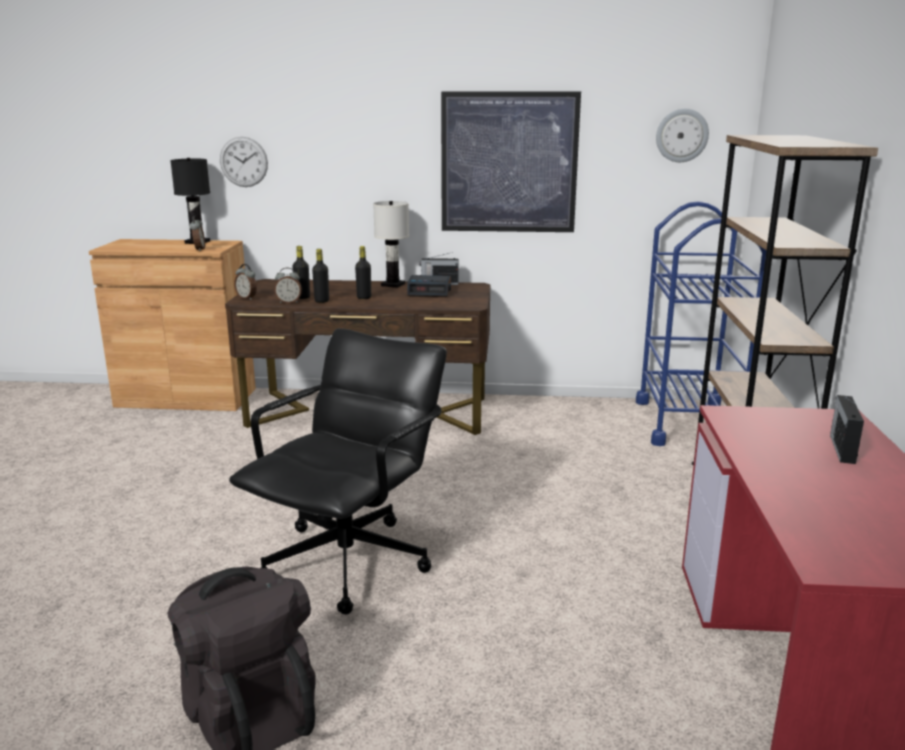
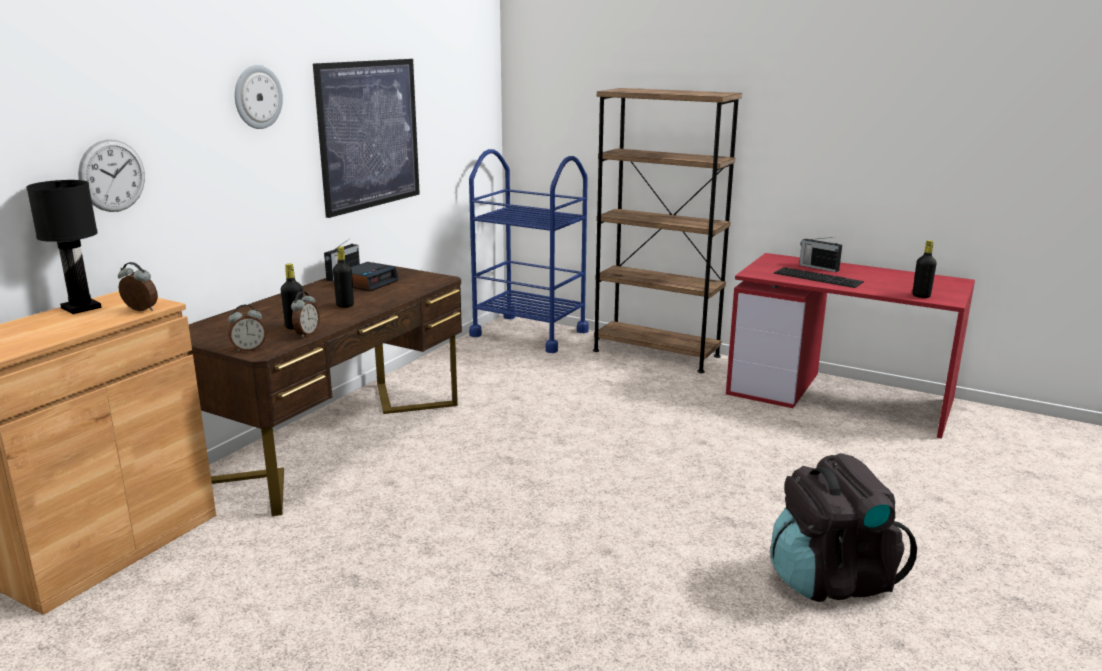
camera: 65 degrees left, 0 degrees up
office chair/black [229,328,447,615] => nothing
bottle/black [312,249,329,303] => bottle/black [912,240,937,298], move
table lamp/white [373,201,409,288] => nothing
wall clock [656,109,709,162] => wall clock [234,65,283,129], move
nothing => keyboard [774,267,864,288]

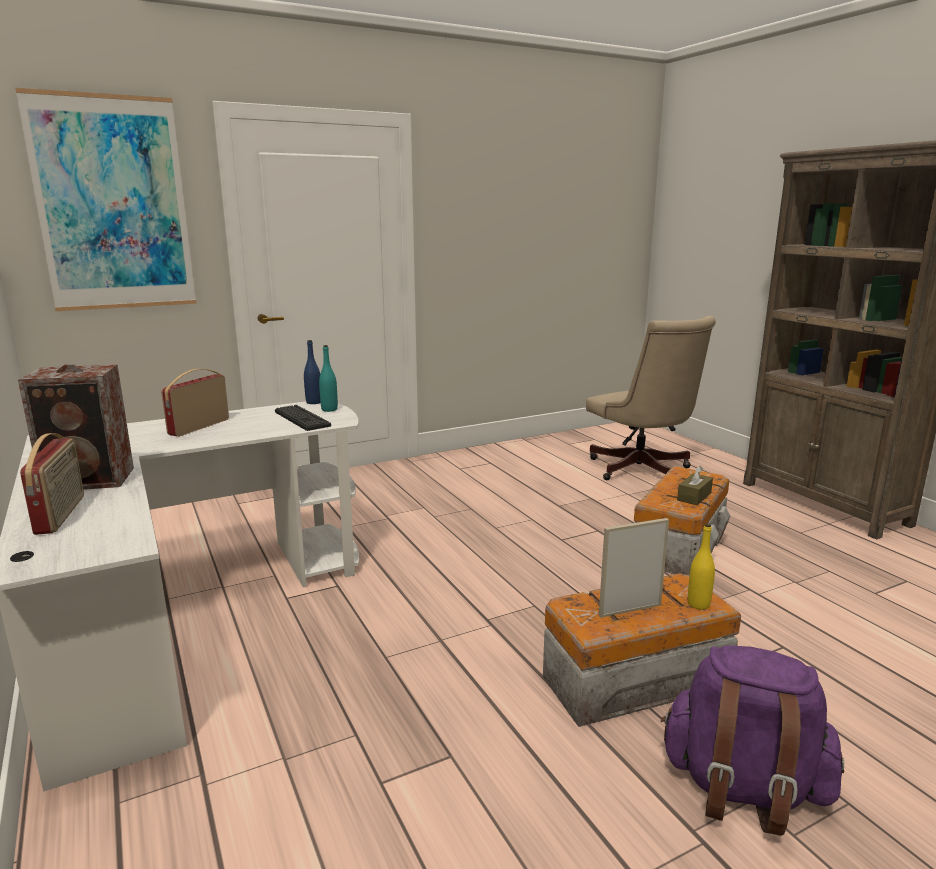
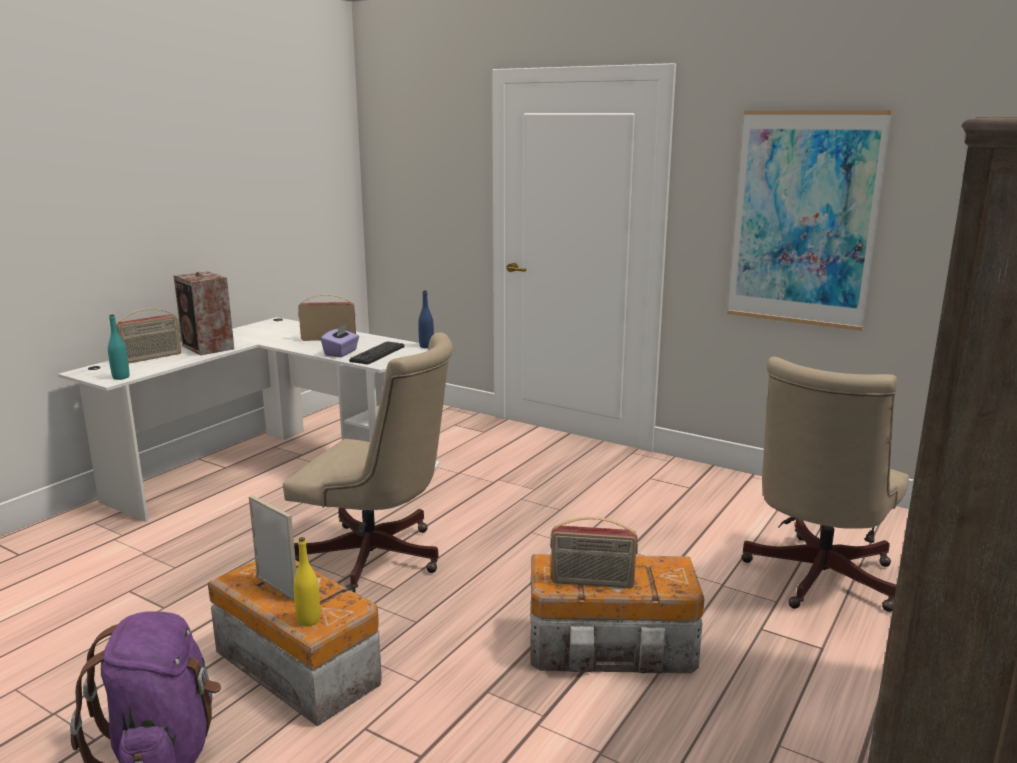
camera: 60 degrees right, 0 degrees up
picture [15,88,196,311] => picture [727,110,893,331], move
bottle/turquoise [319,345,338,412] => bottle/turquoise [108,314,130,380], move
tissue box/brown [677,466,713,505] => radio [550,517,638,588]
nothing => office chair/beige [283,332,453,592]
nothing => tissue box/purple [321,324,359,357]

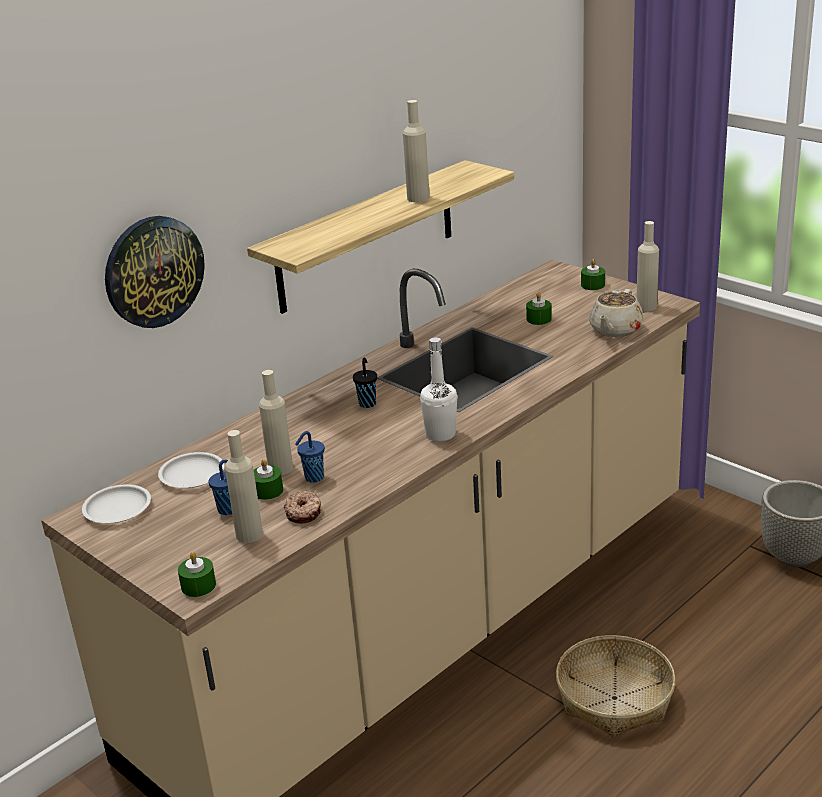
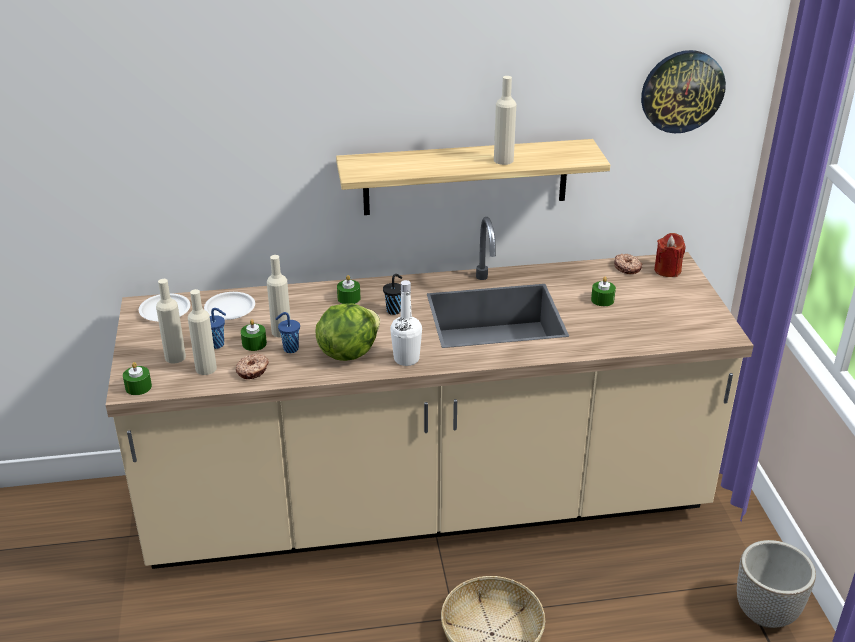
camera: 35 degrees right, 5 degrees up
wall clock [105,216,205,328] => wall clock [641,50,726,133], move
candle/green [581,259,605,290] => candle/green [337,275,361,304], move
teapot/beige [589,289,644,337] => nothing
bottle/beige [636,221,659,311] => bottle/beige [156,279,186,363], move
nothing => lettuce [315,303,380,361]
nothing => donut [614,254,642,274]
nothing => candle/red [654,233,685,277]

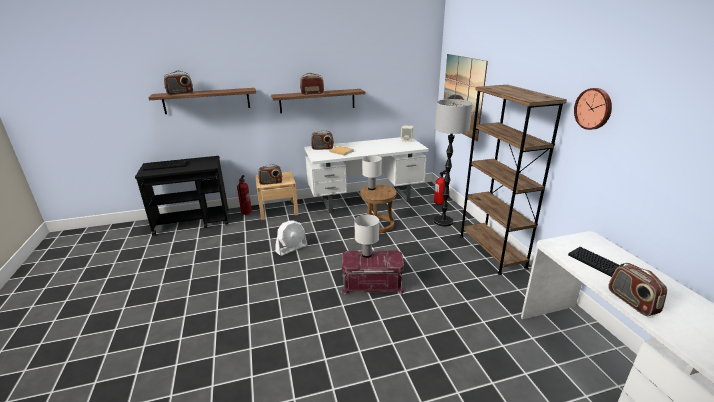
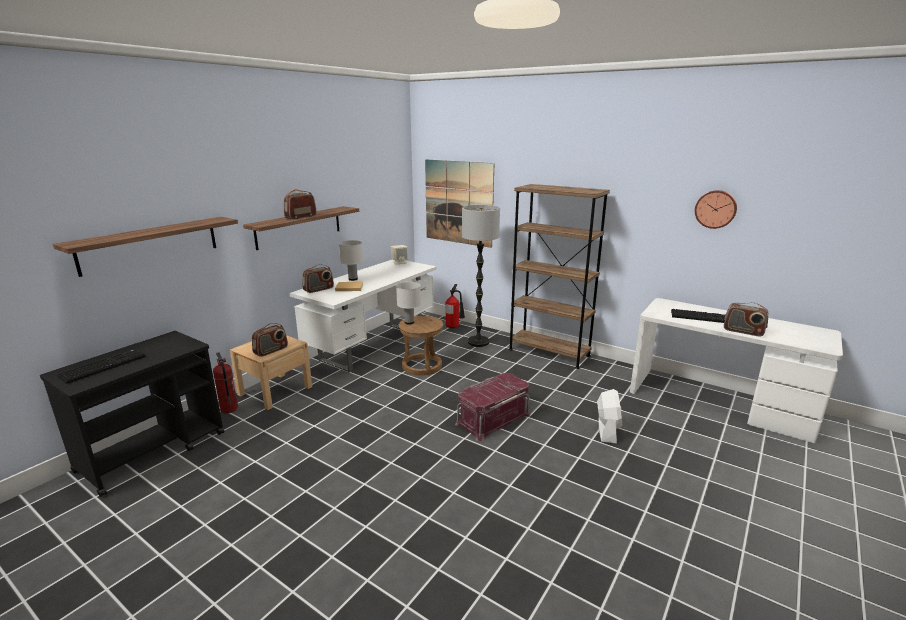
camera: 40 degrees left, 5 degrees down
radio [164,71,193,95] => nothing
fan/white [275,220,308,256] => fan/white [597,389,623,444], move
table lamp/white [354,214,379,258] => table lamp/white [339,240,363,281], move
wall clock [574,88,612,130] => wall clock [695,190,737,229], move

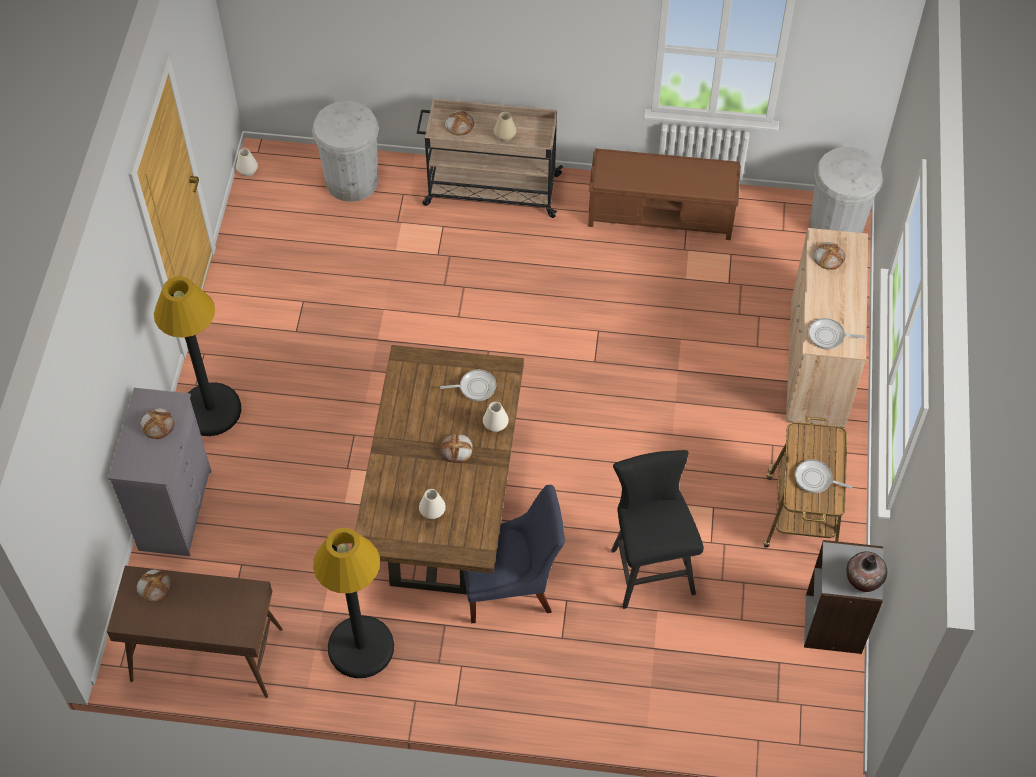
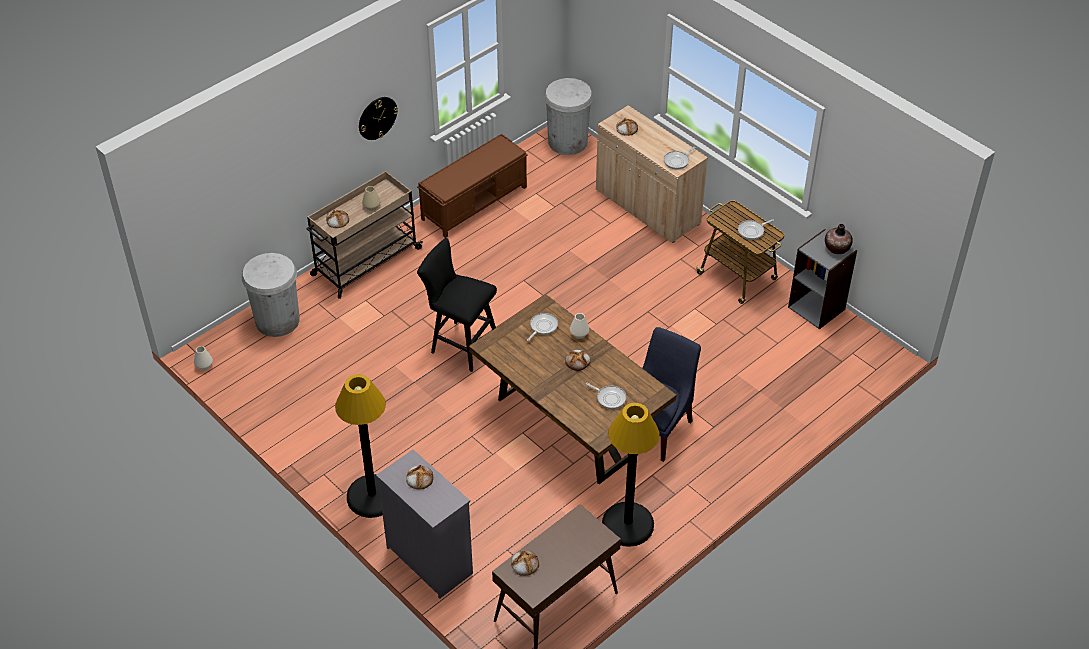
camera: 50 degrees left, 10 degrees down
vase/white [419,489,446,519] => frying pan [586,383,626,409]
stool/black [611,450,704,609] => stool/black [417,238,497,372], move
nothing => wall clock [359,97,398,140]

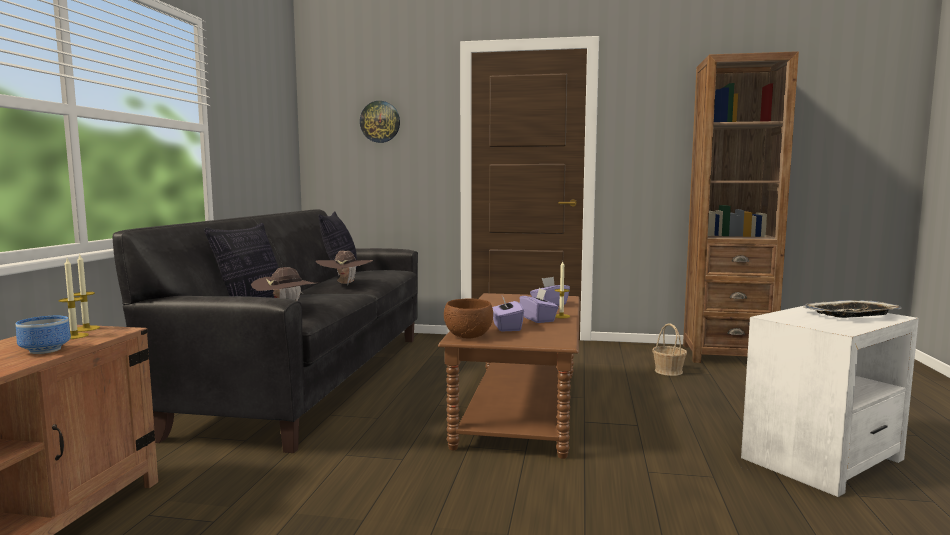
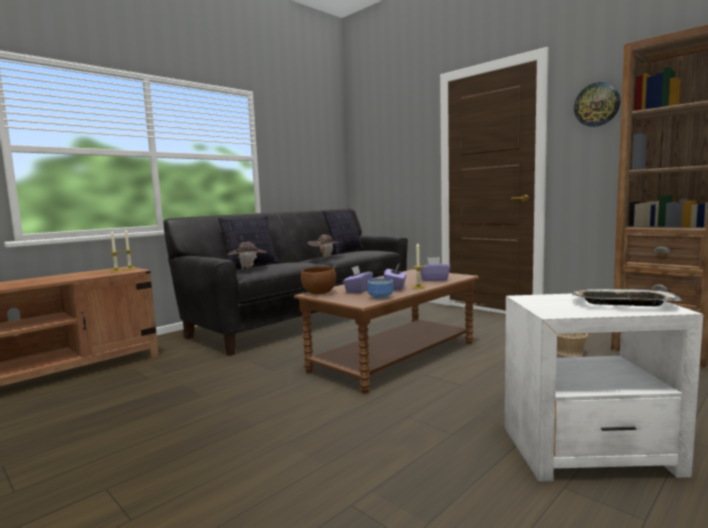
camera: 35 degrees right, 0 degrees up
bowl [16,316,71,354] => bowl [368,278,393,299], move
wall clock [360,101,400,143] => wall clock [574,82,620,127], move

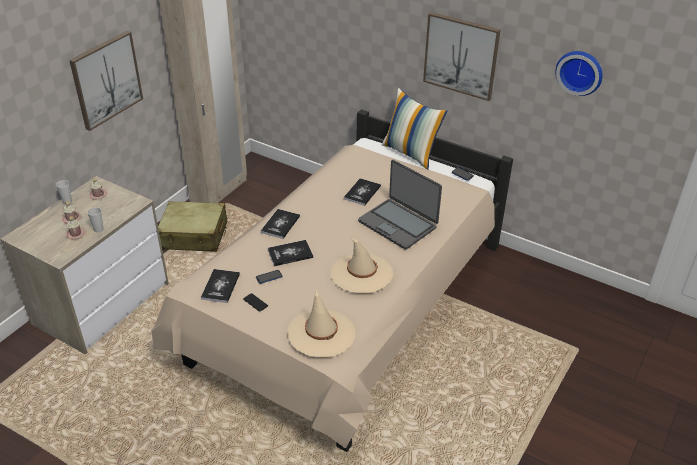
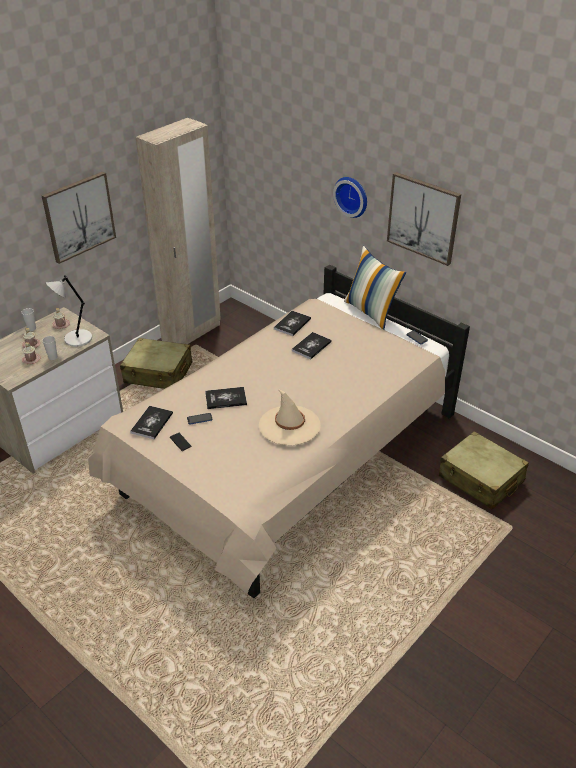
camera: 10 degrees right, 0 degrees up
book [261,209,300,239] => book [274,311,311,336], move
hat/beige [287,289,356,358] => nothing
laptop [358,160,442,249] => nothing
wall clock [555,51,603,96] => wall clock [333,177,367,218], move
nothing => table lamp/grey [46,275,92,347]
nothing => suitcase/beige [439,431,529,509]

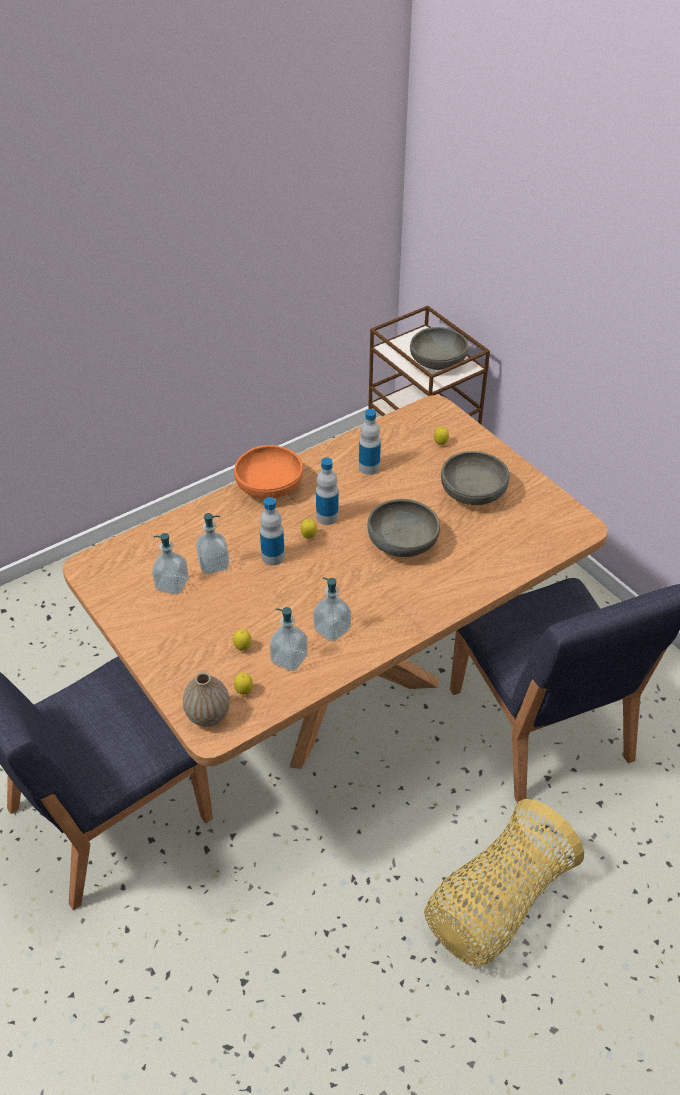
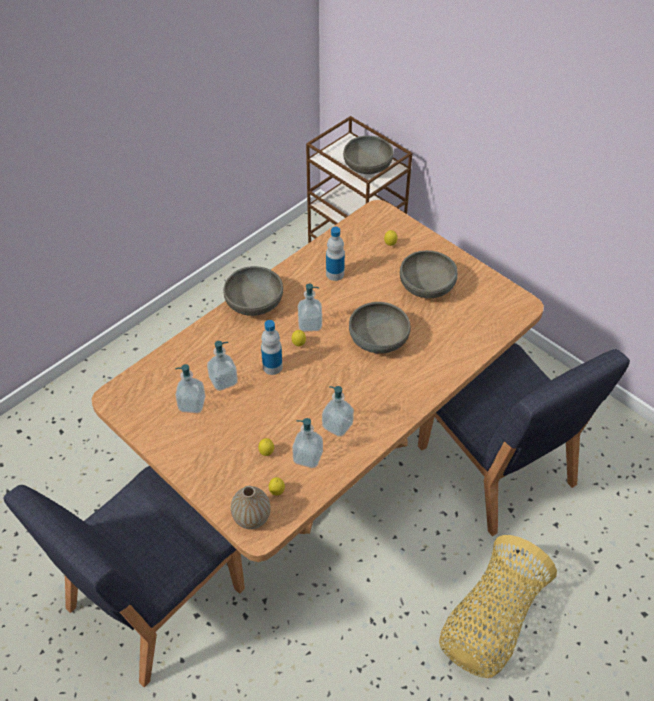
camera: 10 degrees left, 5 degrees up
bowl/orange [234,445,303,499] => bowl/grey [223,266,283,316]
bottle [316,458,339,525] => soap dispenser [298,284,322,332]

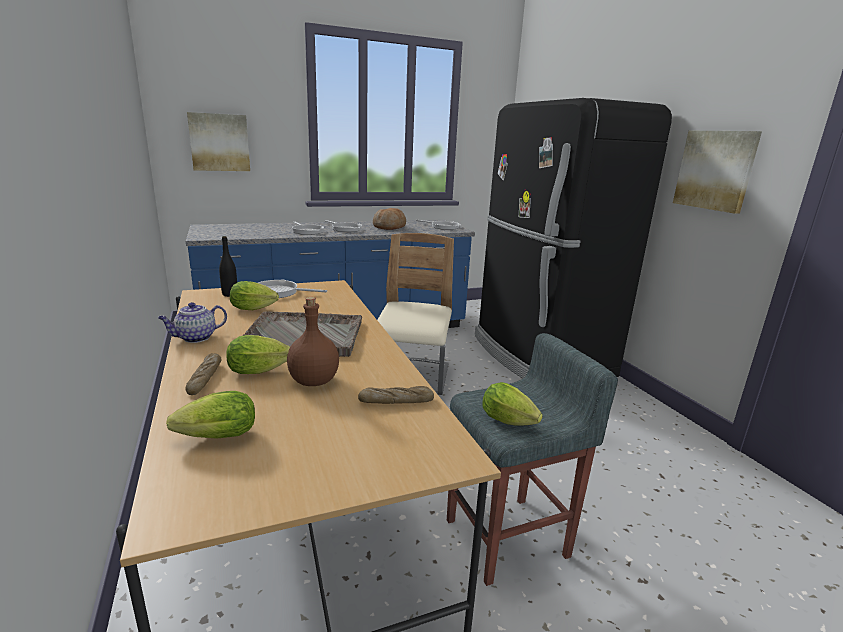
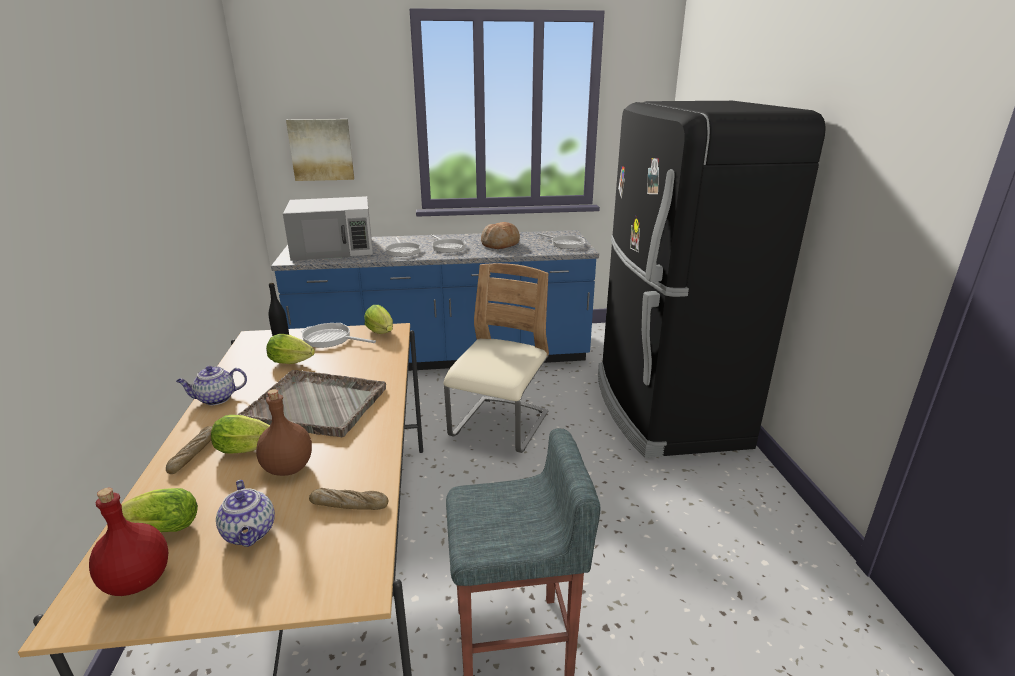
camera: 15 degrees right, 5 degrees up
lettuce [482,382,543,426] => lettuce [364,305,393,334], move
picture [673,131,762,214] => nothing
nothing => bottle/red [89,488,169,596]
nothing => teapot [216,480,275,547]
nothing => microwave/white [283,196,373,261]

